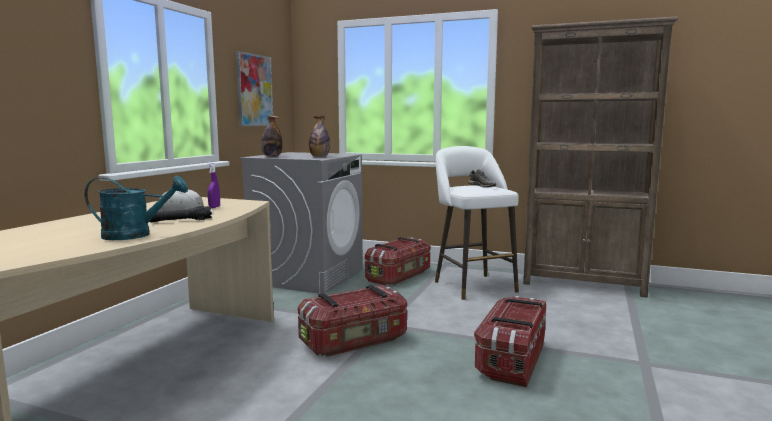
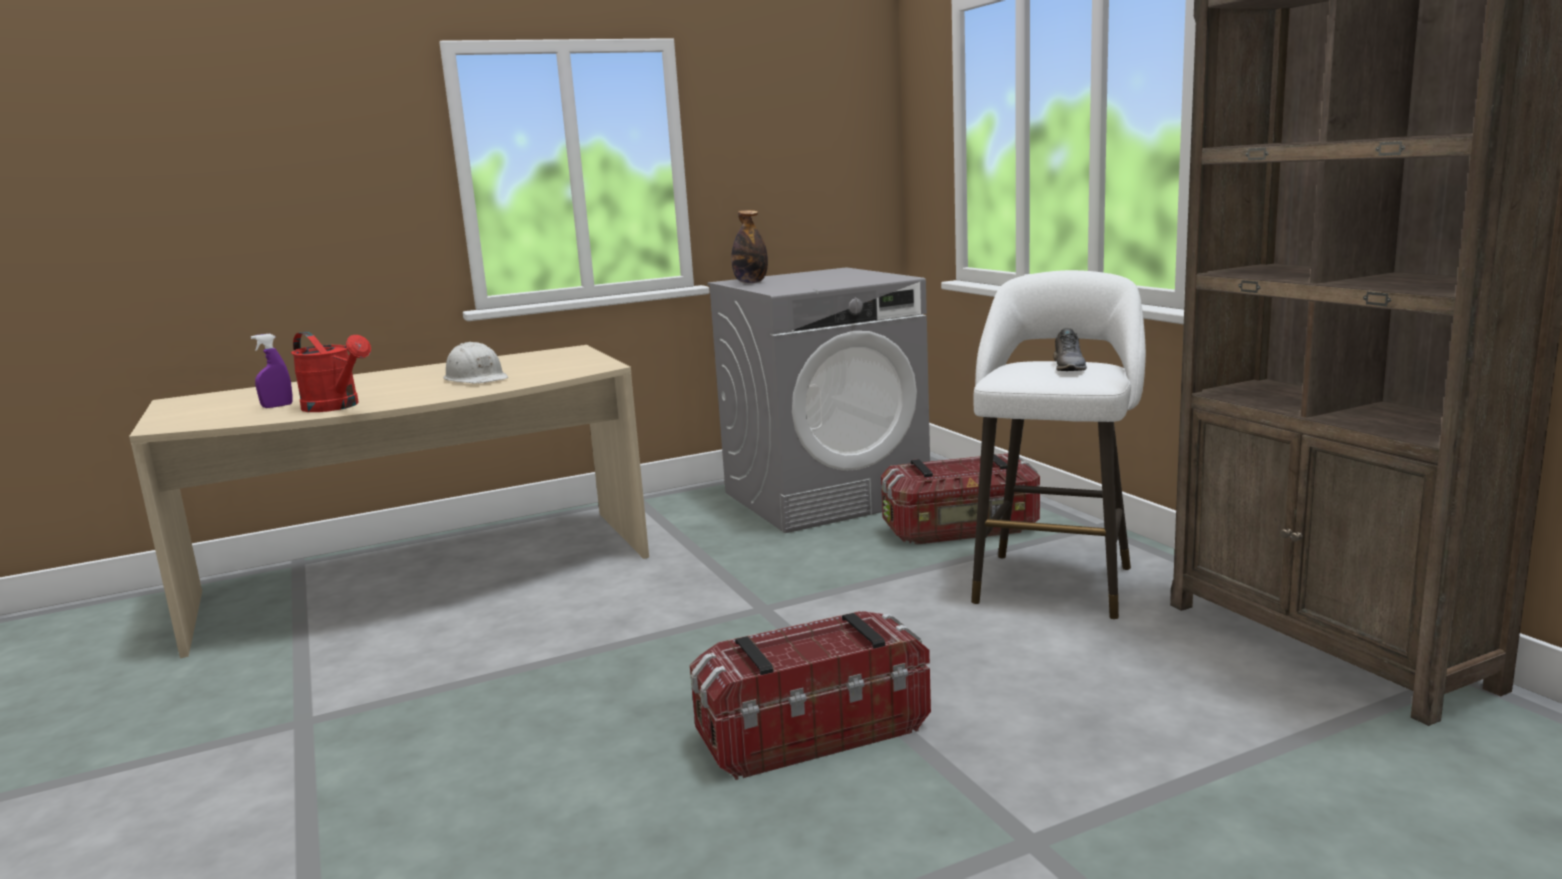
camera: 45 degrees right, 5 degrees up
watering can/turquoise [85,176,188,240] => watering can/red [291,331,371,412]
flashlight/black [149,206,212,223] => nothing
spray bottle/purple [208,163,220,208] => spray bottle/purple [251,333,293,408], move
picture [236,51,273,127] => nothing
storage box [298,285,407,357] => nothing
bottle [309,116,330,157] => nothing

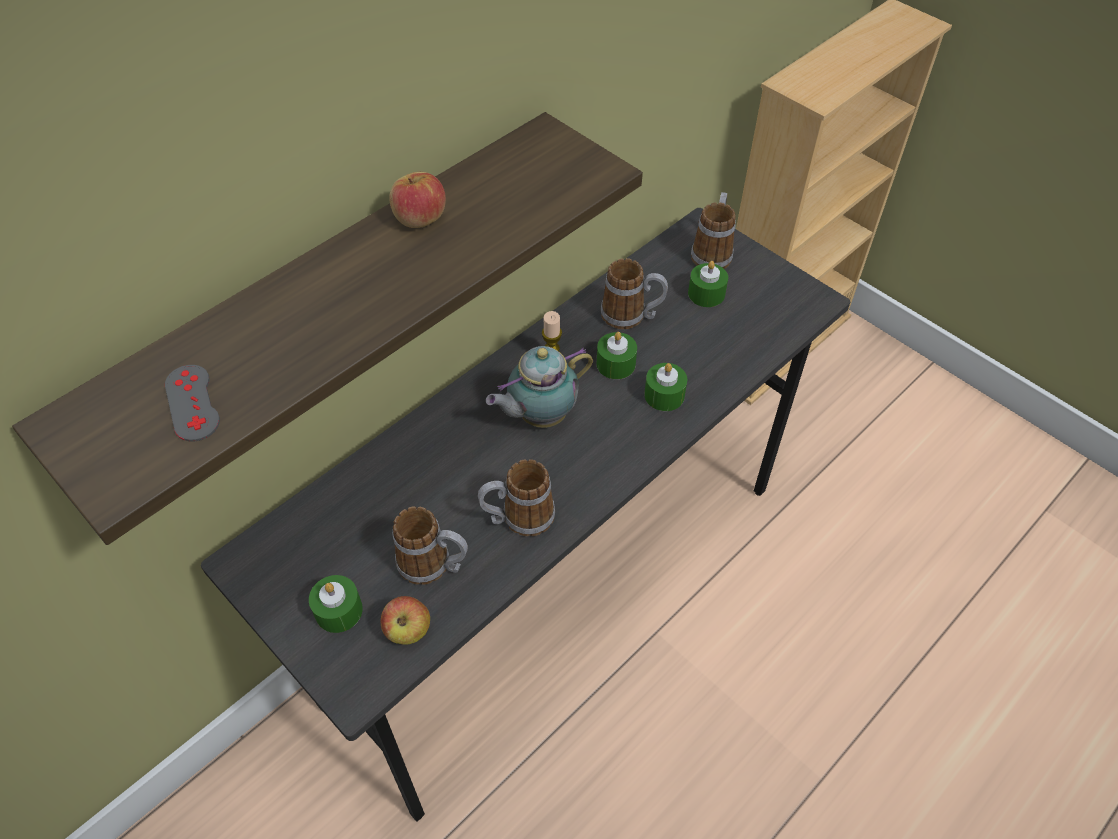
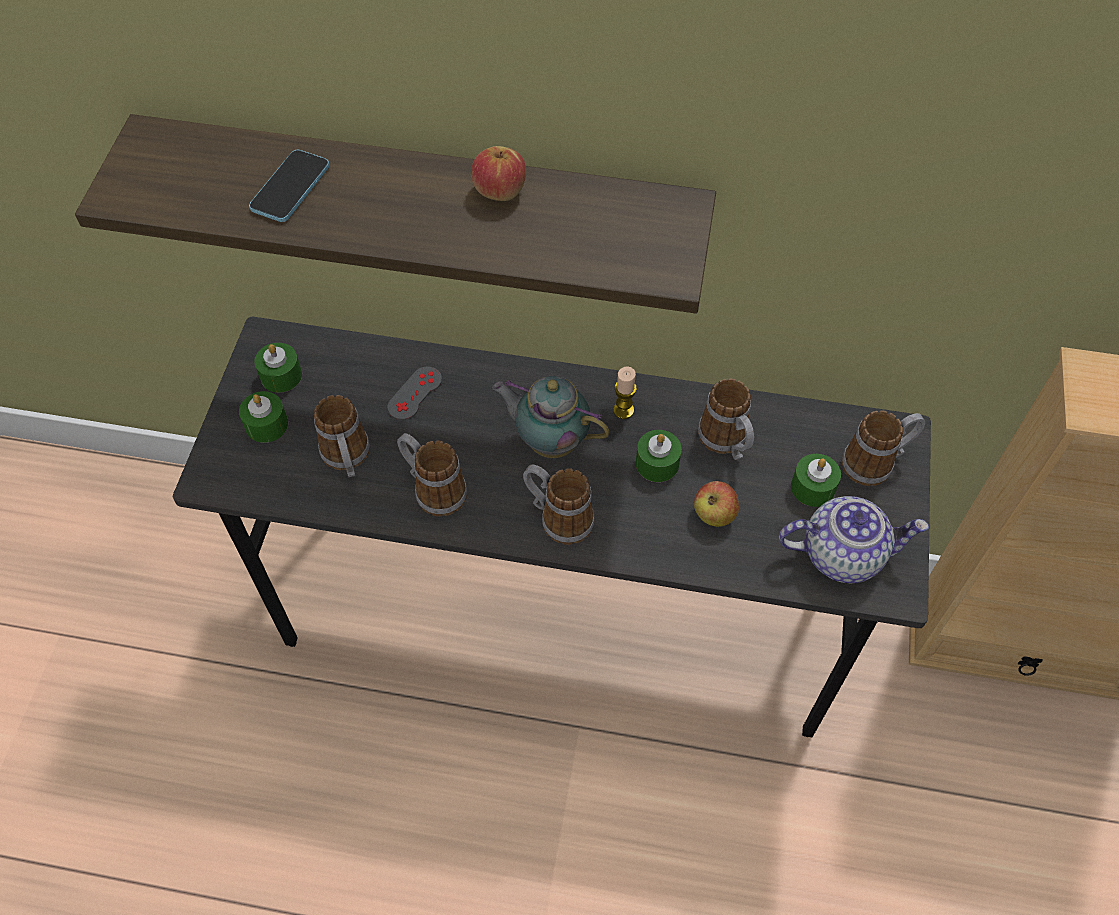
camera: 55 degrees right, 5 degrees up
game controller/grey [165,365,220,441] => game controller/grey [387,367,442,420], move
apple [381,596,430,645] => apple [694,481,739,527], move
candle/green [644,363,687,411] => candle/green [254,343,302,393], move
nothing => phone [249,150,330,222]
nothing => mug [523,465,595,545]
nothing => teapot [779,496,929,583]

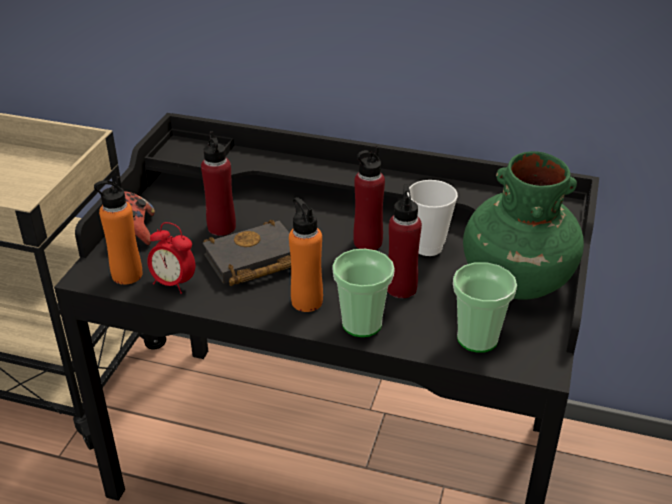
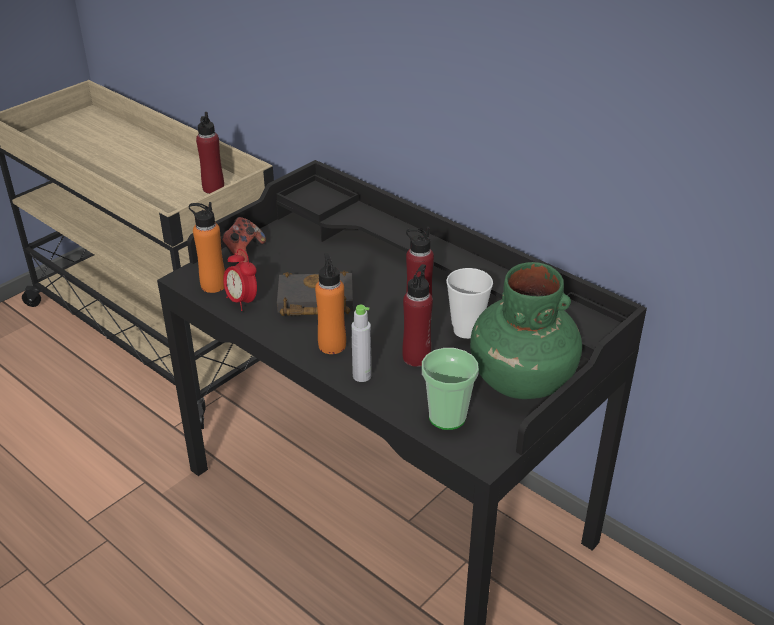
camera: 25 degrees right, 0 degrees up
bottle/red [201,131,236,236] => bottle/red [196,112,224,194], move
cup [332,249,395,337] => bottle/grey [351,305,371,382]

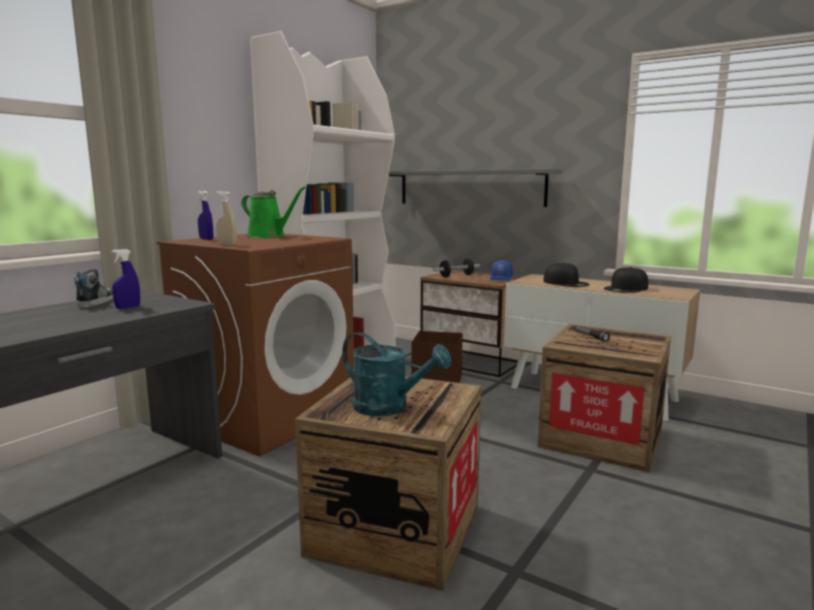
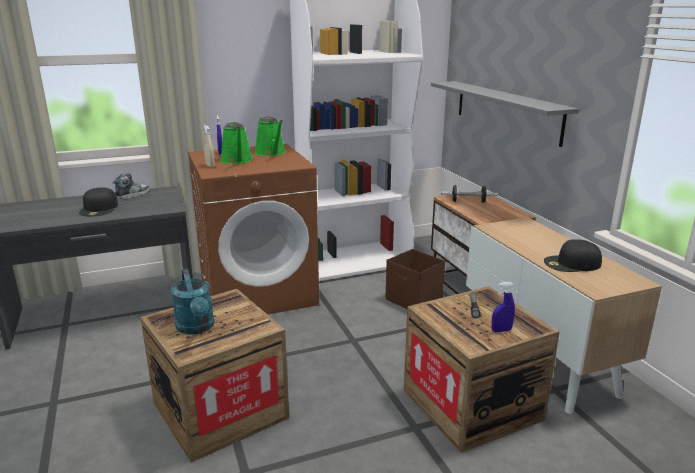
camera: 35 degrees right, 10 degrees up
spray bottle/blue [111,249,140,309] => spray bottle/blue [492,282,515,333], move
cap/blue [490,260,513,281] => nothing
cap/black [543,263,590,287] => cap/black [79,187,118,216], move
nothing => watering can/green [220,122,253,164]

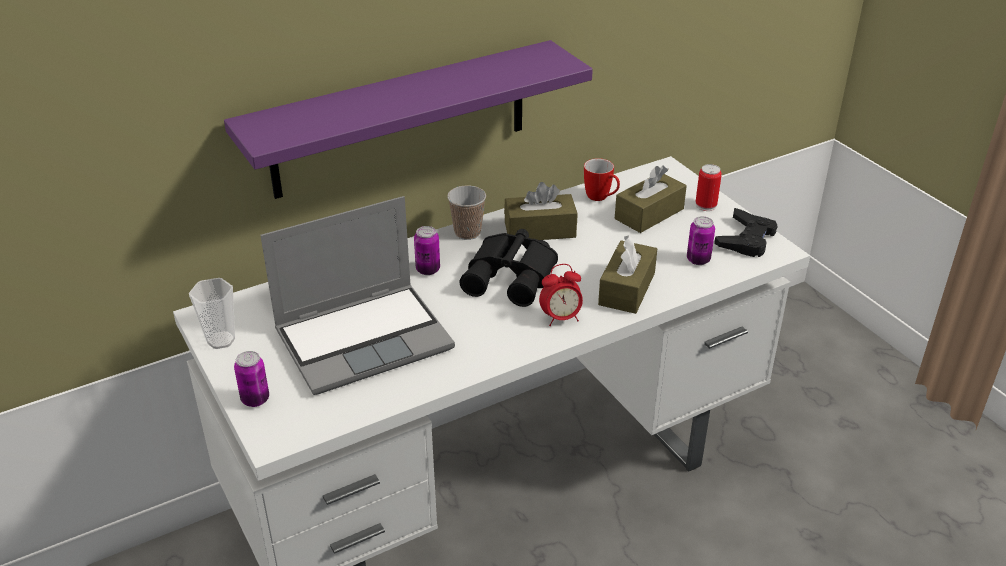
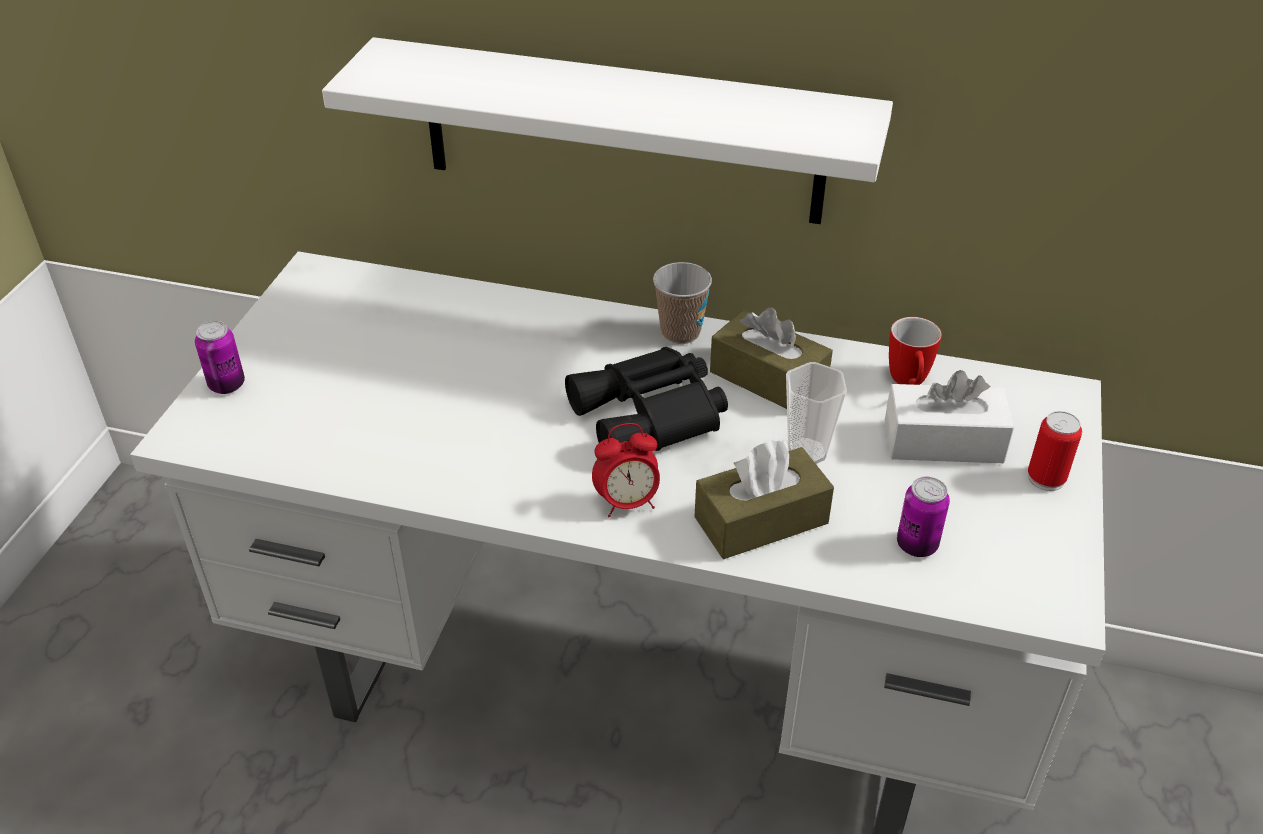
camera: 45 degrees right, 5 degrees up
cup [189,278,235,349] => cup [786,362,847,464], move
shelf/purple [224,40,593,199] => shelf/white [322,37,893,224]
laptop [260,196,455,395] => nothing
can [414,226,440,275] => nothing
alarm clock [539,264,583,326] => alarm clock [592,423,660,518], 45 degrees counterclockwise
tissue box/brown [615,165,687,233] => tissue box/white [885,370,1014,463]
game controller/black [714,208,777,257] => nothing

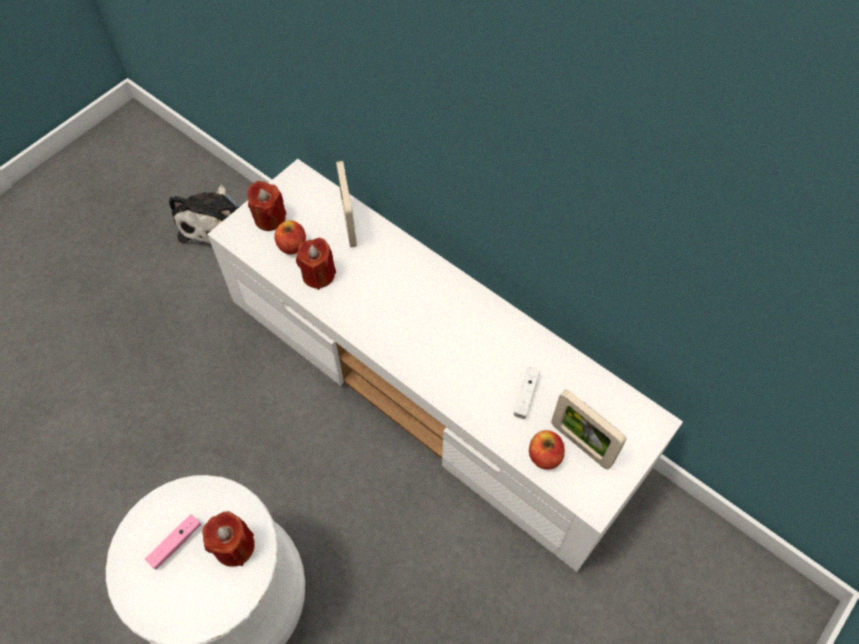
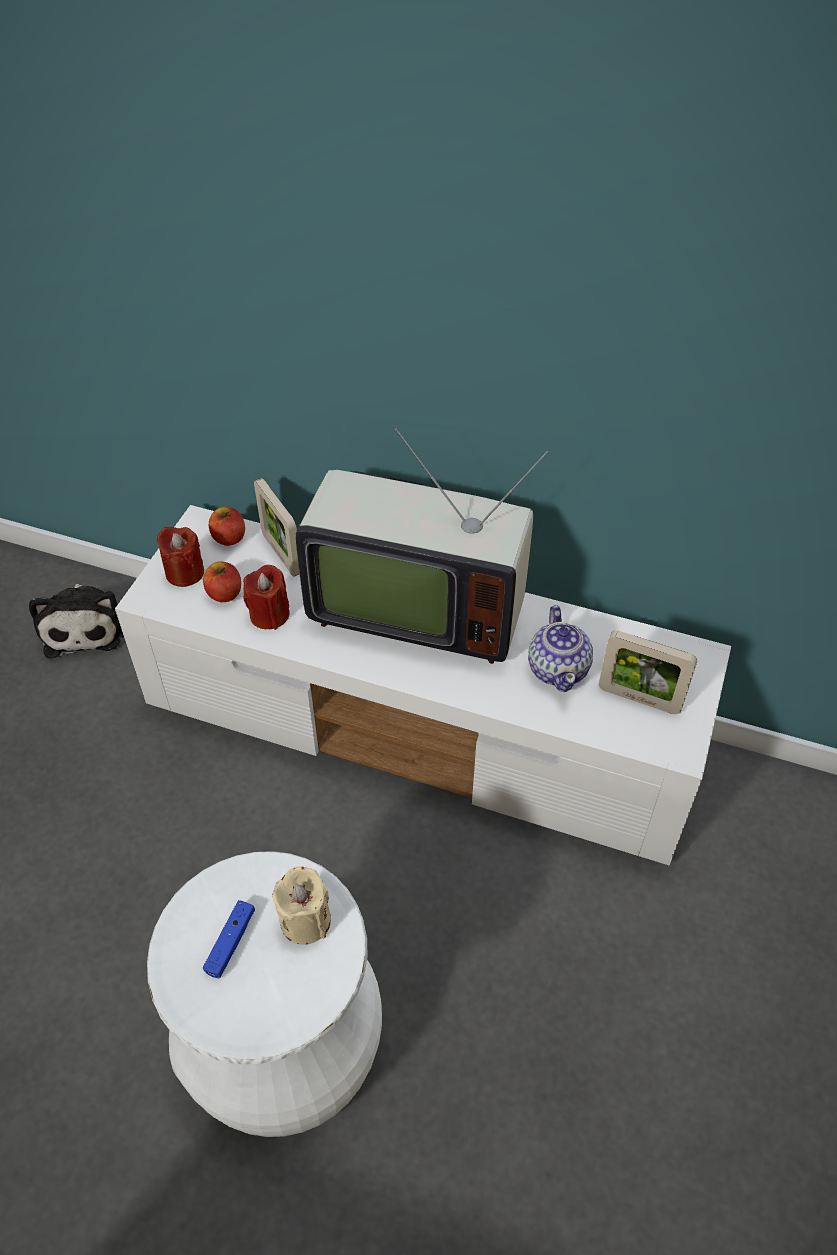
camera: 20 degrees left, 10 degrees down
game controller/pink [145,514,201,570] => game controller/blue [203,900,255,978]
candle/red [202,511,255,567] => candle/beige [272,866,331,945]
game controller/white [514,367,540,419] => teapot [528,605,593,692]
apple [529,430,565,470] => apple [209,507,245,546], move
nothing => television [296,428,548,664]

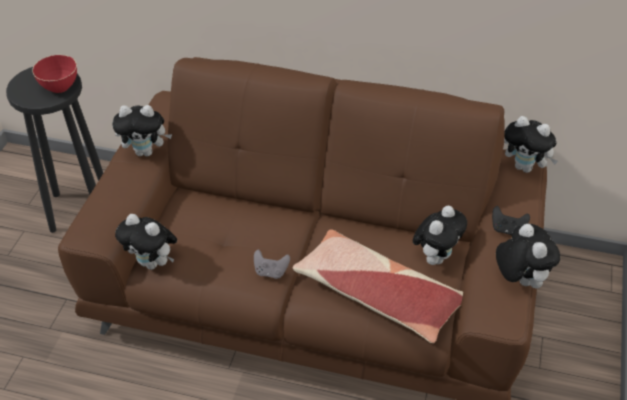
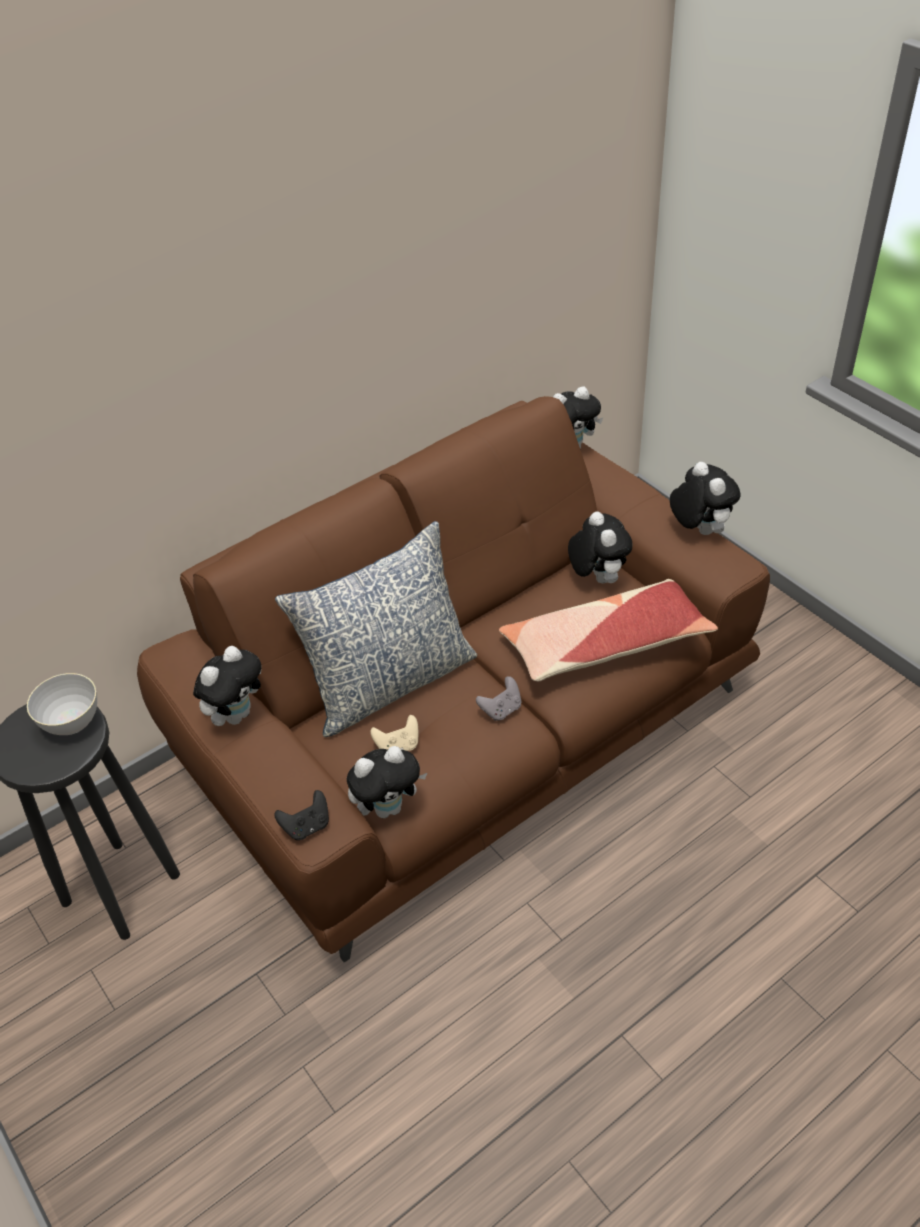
camera: 50 degrees left, 0 degrees up
bowl/red [32,55,77,93] => bowl/grey [27,673,97,735]
game controller/black [492,206,530,235] => game controller/black [274,790,329,840], move
plush toy [496,224,560,288] => plush toy [670,462,741,535], 45 degrees clockwise
nothing => pillow [275,521,477,737]
nothing => game controller/beige [370,715,418,751]

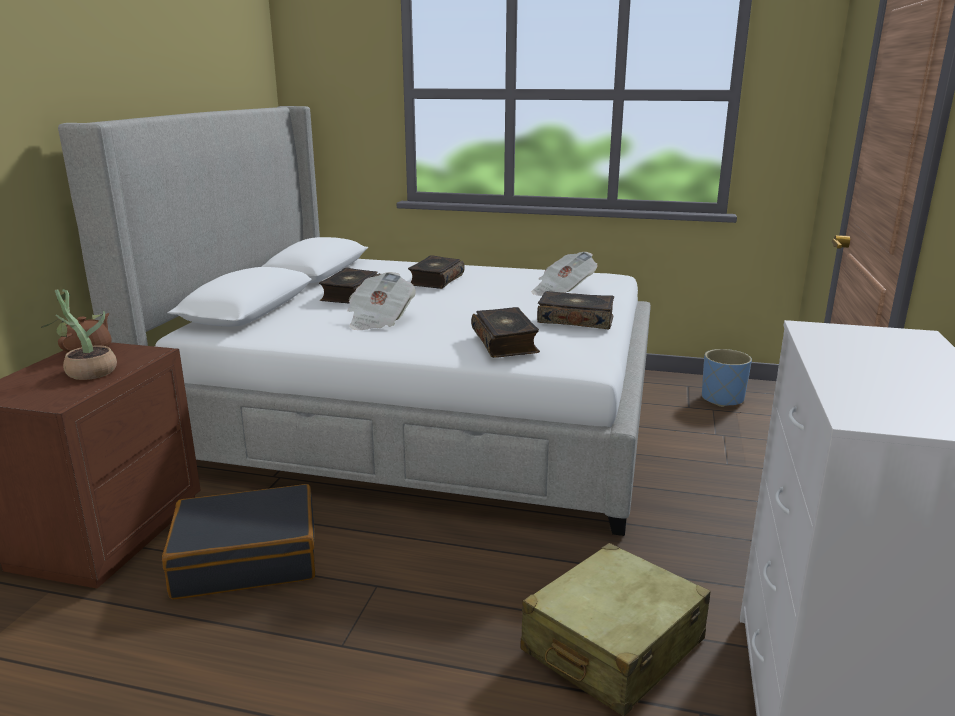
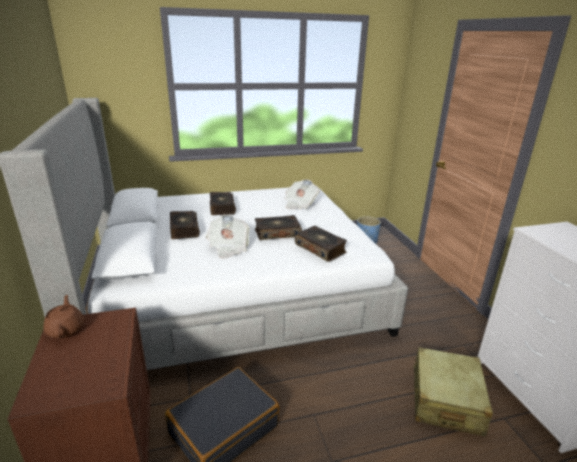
camera: 30 degrees left, 5 degrees up
potted plant [41,289,117,380] => nothing
book [537,291,614,329] => book [255,215,302,240], move

